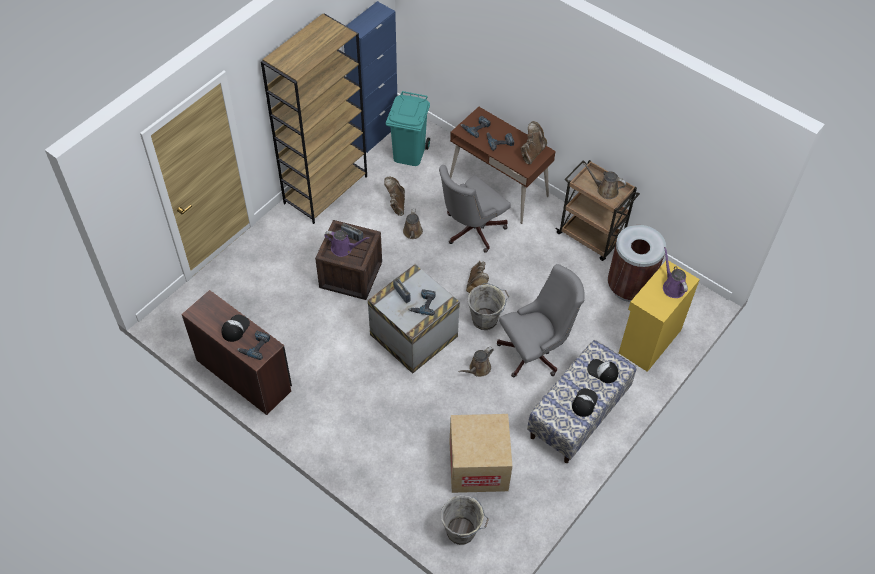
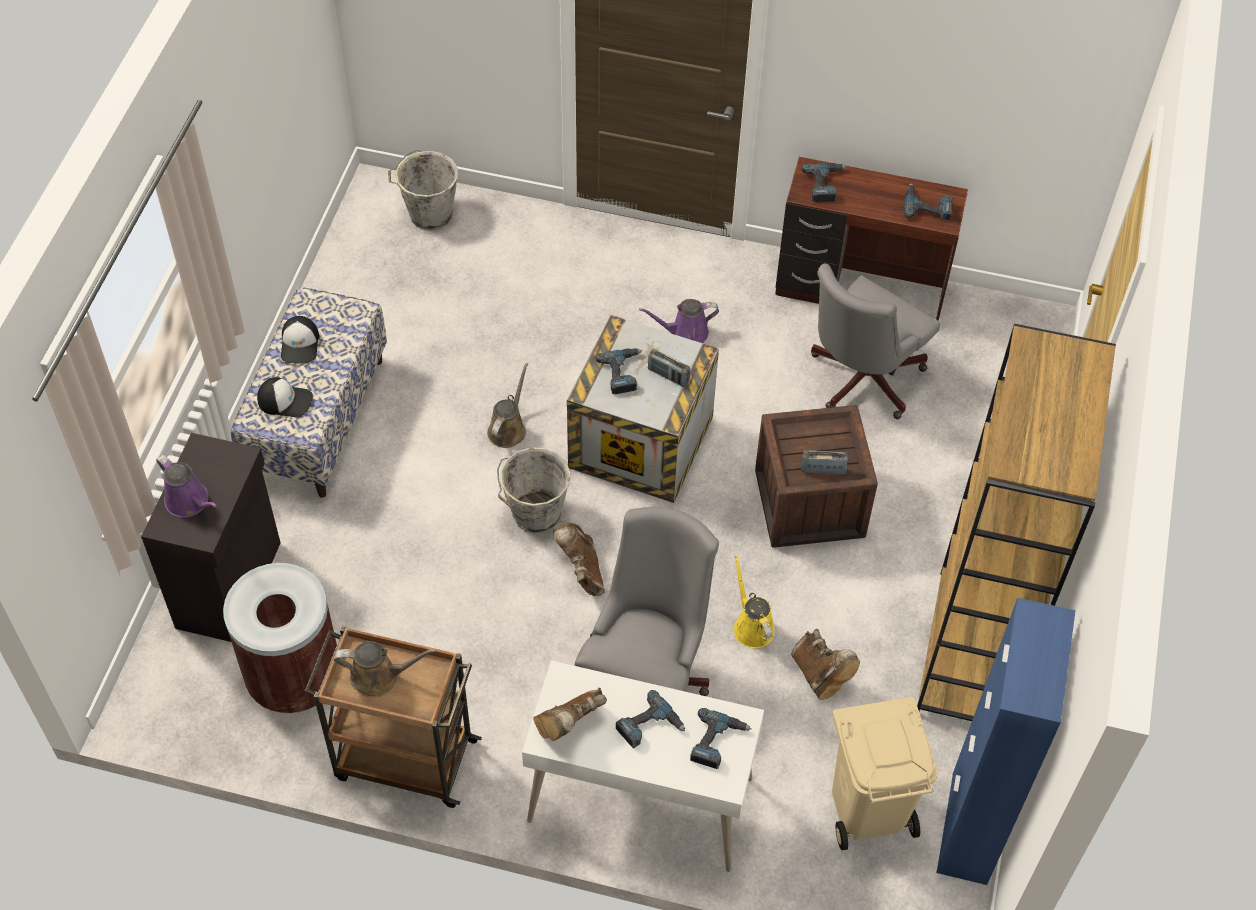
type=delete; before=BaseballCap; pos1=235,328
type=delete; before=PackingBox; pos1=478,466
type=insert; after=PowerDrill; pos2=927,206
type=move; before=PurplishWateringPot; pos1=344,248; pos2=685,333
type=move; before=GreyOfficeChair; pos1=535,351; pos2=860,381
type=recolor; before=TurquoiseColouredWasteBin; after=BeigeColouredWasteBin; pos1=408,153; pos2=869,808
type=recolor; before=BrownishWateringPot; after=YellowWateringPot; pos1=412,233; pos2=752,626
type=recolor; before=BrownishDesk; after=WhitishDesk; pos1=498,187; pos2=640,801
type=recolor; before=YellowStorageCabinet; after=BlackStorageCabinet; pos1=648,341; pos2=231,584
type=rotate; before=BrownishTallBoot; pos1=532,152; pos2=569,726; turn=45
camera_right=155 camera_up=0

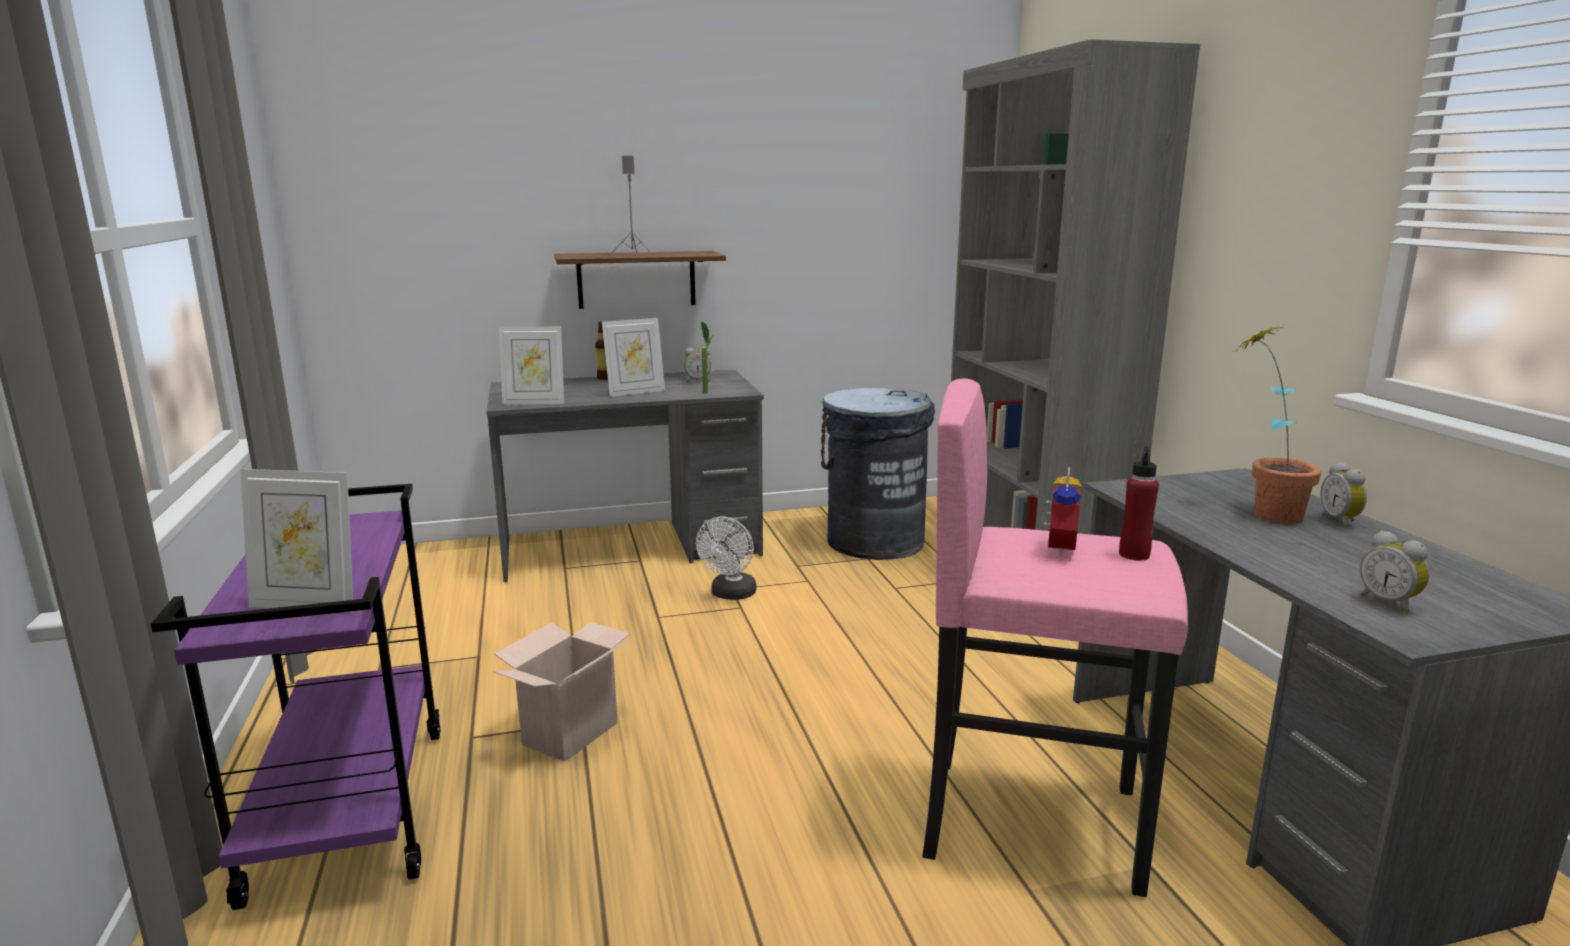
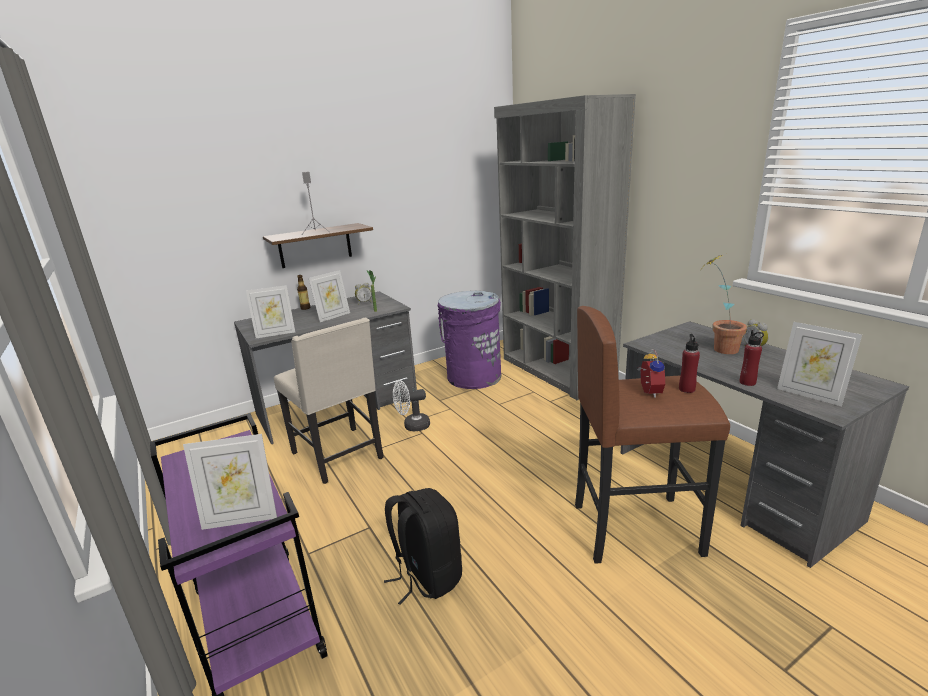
type=delete; before=PackingBox; pos1=570,731
type=insert; after=BeigeColouredPlainChair; pos2=340,456
type=insert; after=BlackBackpack; pos2=426,576
type=insert; after=RedBottle; pos2=747,382
type=replace; before=BedsideClock; after=StandingFrame; pos1=1389,603; pos2=810,395
type=recolor; before=GreyWasteBin; after=PurplishWasteBin; pos1=874,541; pos2=473,377
type=recolor; before=PinkColouredSittingStool; after=BrownishSittingStool; pos1=1031,821; pos2=635,528
type=rotate; before=WhitishCoolingFan; pos1=731,595; pos2=412,426; turn=75
camera_right=-15 camera_up=5

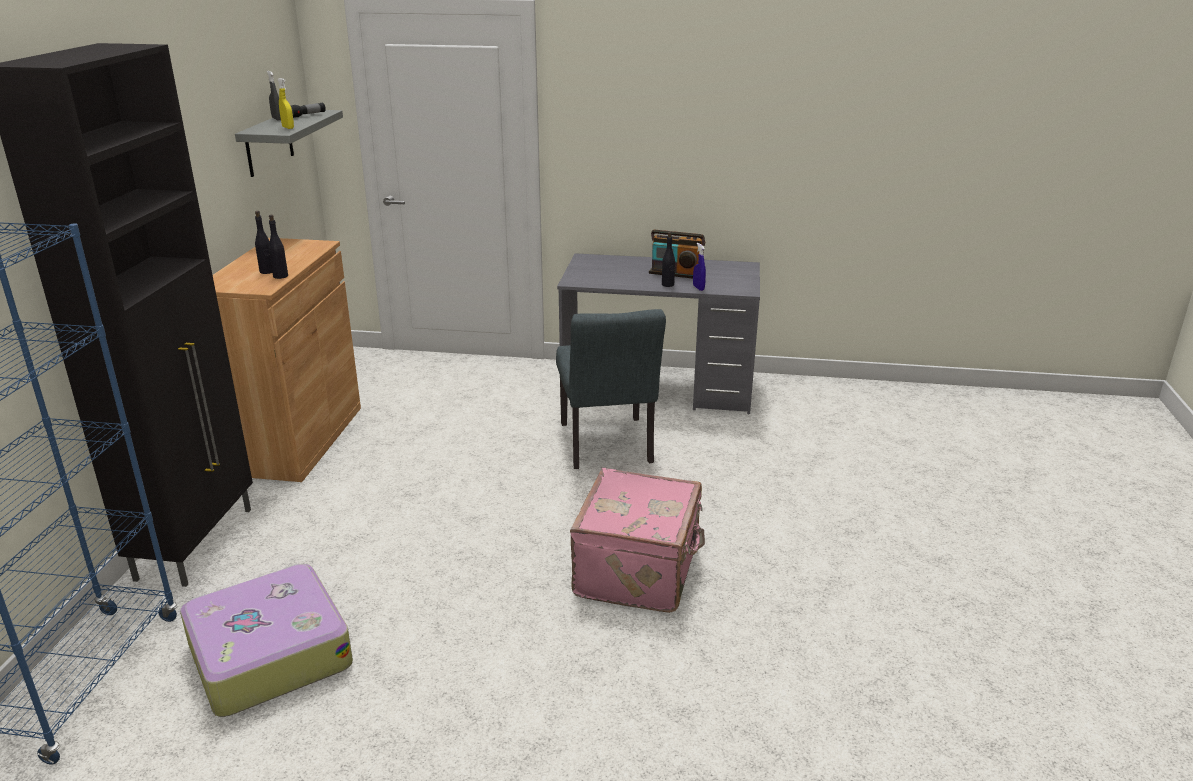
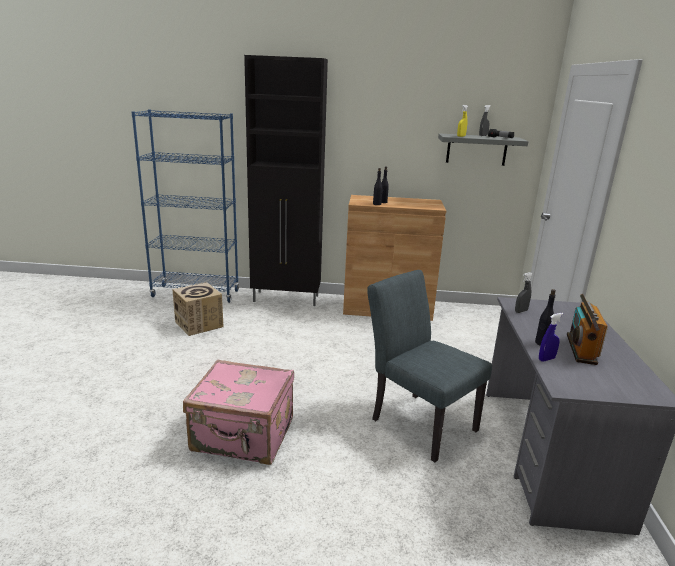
type=insert; after=GreySprayBottle; pos2=521,311
type=replace; before=Suitcase; after=PackingBox; pos1=268,654; pos2=199,324
type=rotate; before=GreyPlainChair; pos1=607,447; pos2=417,421; turn=60
camera_right=85 camera_up=-5

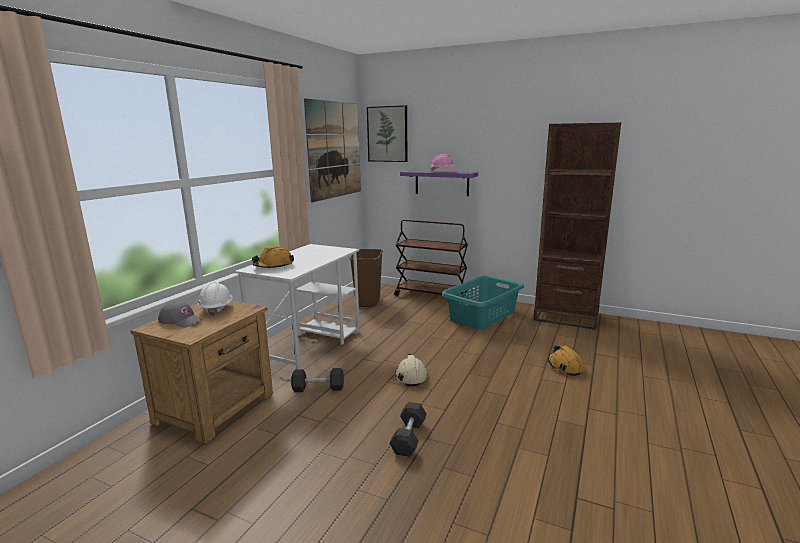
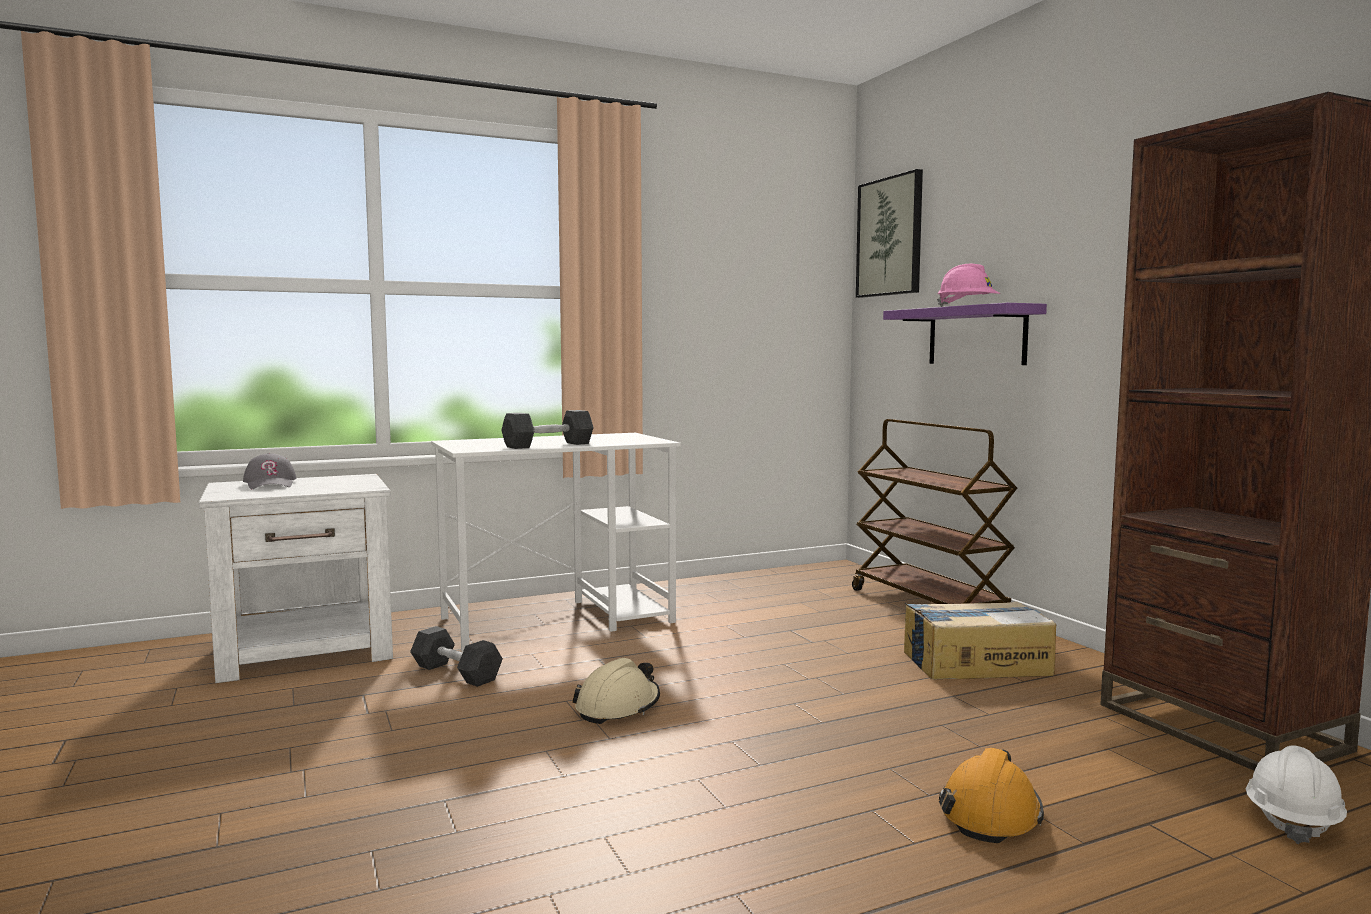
type=delete; before=OrangeColouredWorkHelmet; pos1=274,266
type=delete; before=WallArt; pos1=334,150
type=delete; before=BrownishWasteBin; pos1=367,302
type=move; before=WhitishWorkHelmet; pos1=216,309; pos2=1292,820
type=move; before=GreyHandWeight; pos1=408,437; pos2=548,445
type=replace; before=TurquoiseColouredLaundryBasket; after=PackingBox; pos1=481,316; pos2=974,663
type=recolor; before=BrownishNightTable; after=WhitishNightTable; pos1=217,407; pos2=308,651
camera_right=40 camera_up=-10

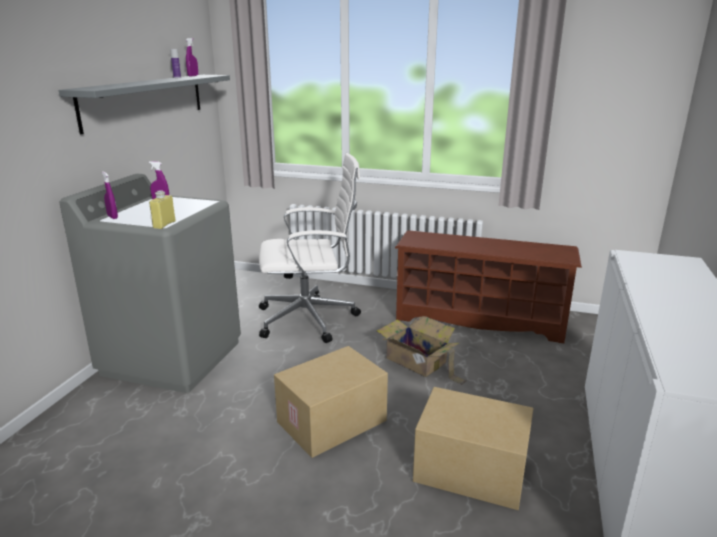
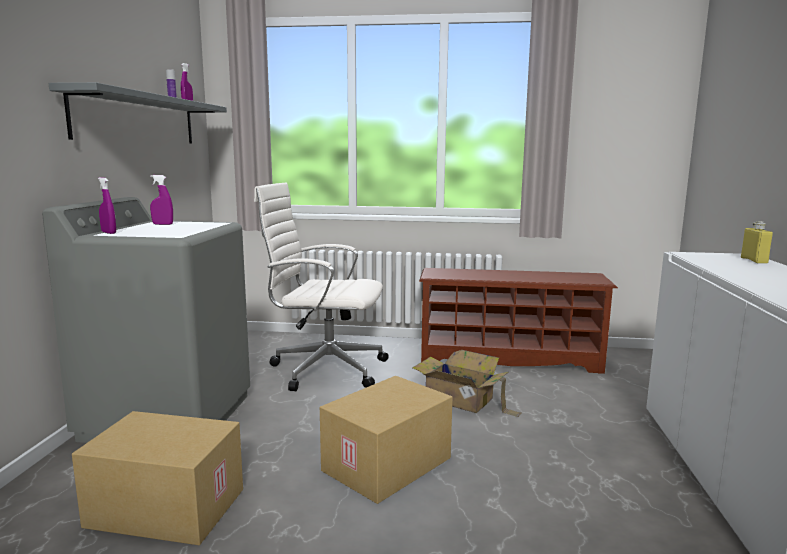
type=move; before=YellowBottle; pos1=164,225; pos2=754,260
type=move; before=PackingBox; pos1=469,471; pos2=164,509
type=rotate; before=WhitishOfficeChair; pos1=310,319; pos2=325,369; turn=-150
camera_right=-10 camera_up=-10

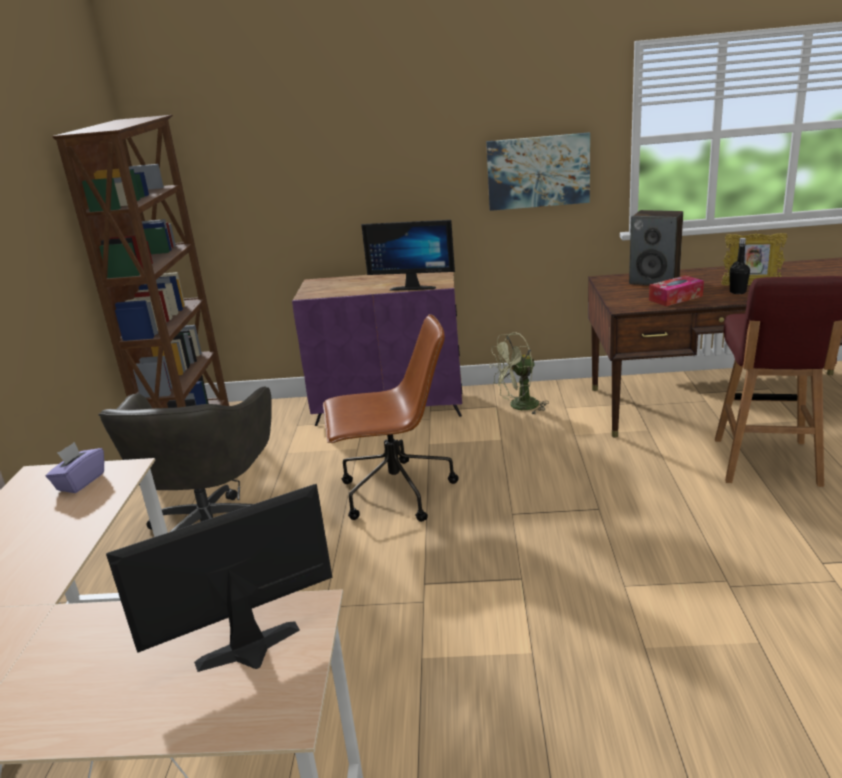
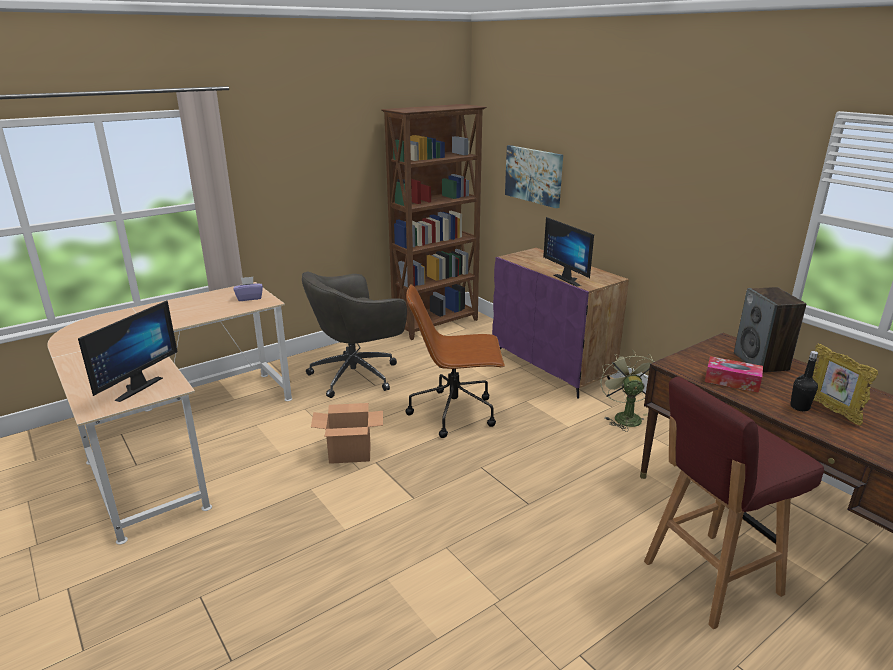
type=insert; after=PackingBox; pos2=350,453
type=move; before=WallArt; pos1=538,171; pos2=534,175
type=rotate; before=Monitor; pos1=251,653; pos2=134,387; turn=90
type=rotate; before=BrownishOfficeChair; pos1=394,493; pos2=455,412; turn=135
type=rotate; before=GreenCoolingFan; pos1=519,407; pos2=625,416; turn=60
camera_right=50 camera_up=0

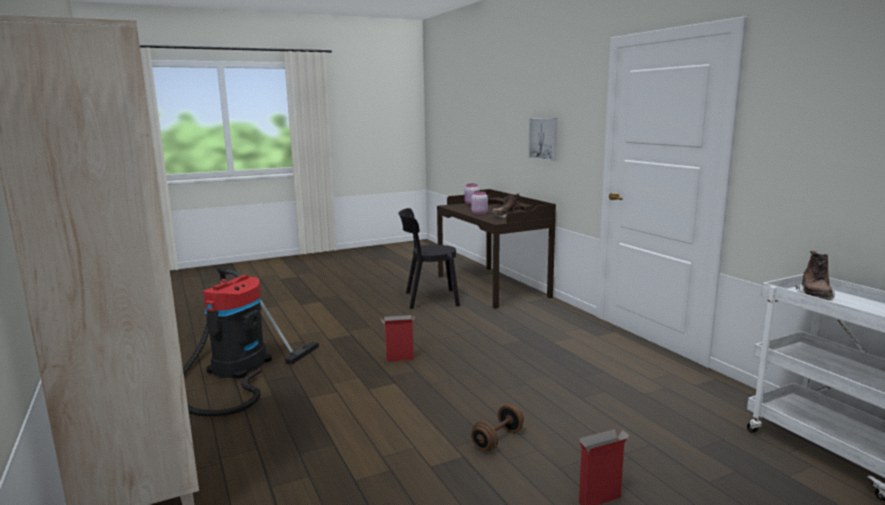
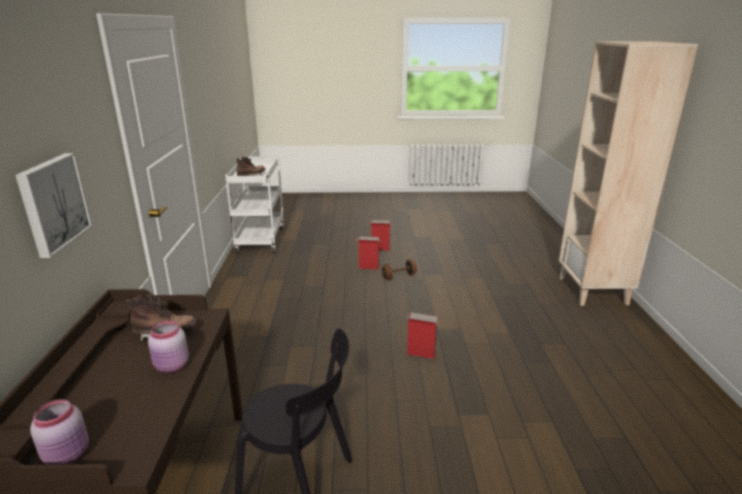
type=delete; before=Hoover; pos1=236,369
type=insert; after=PackingBox; pos2=368,268
camera_right=-155 camera_up=10

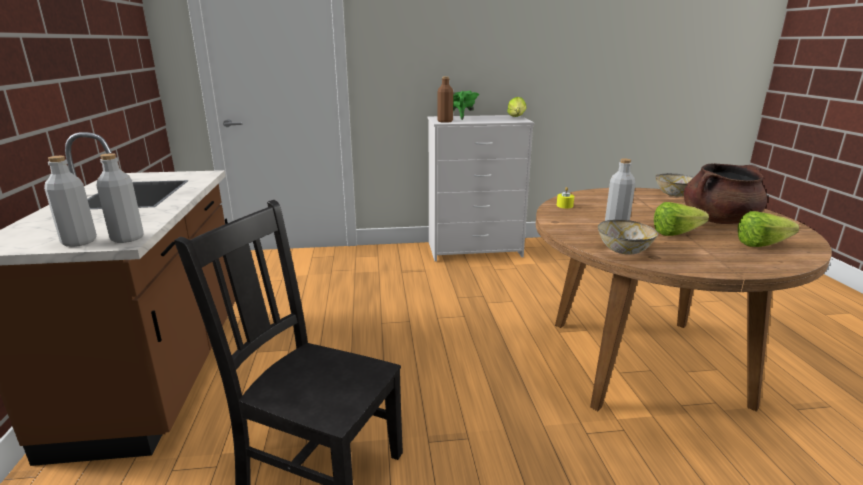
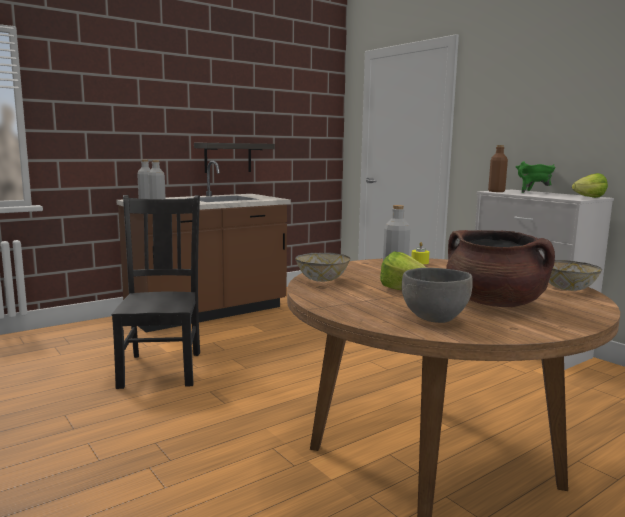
type=insert; after=BracketShelf; pos2=228,157
type=replace; before=LettuceHead; after=GreyDeepDish; pos1=766,245; pos2=434,318
camera_right=60 camera_up=-10

